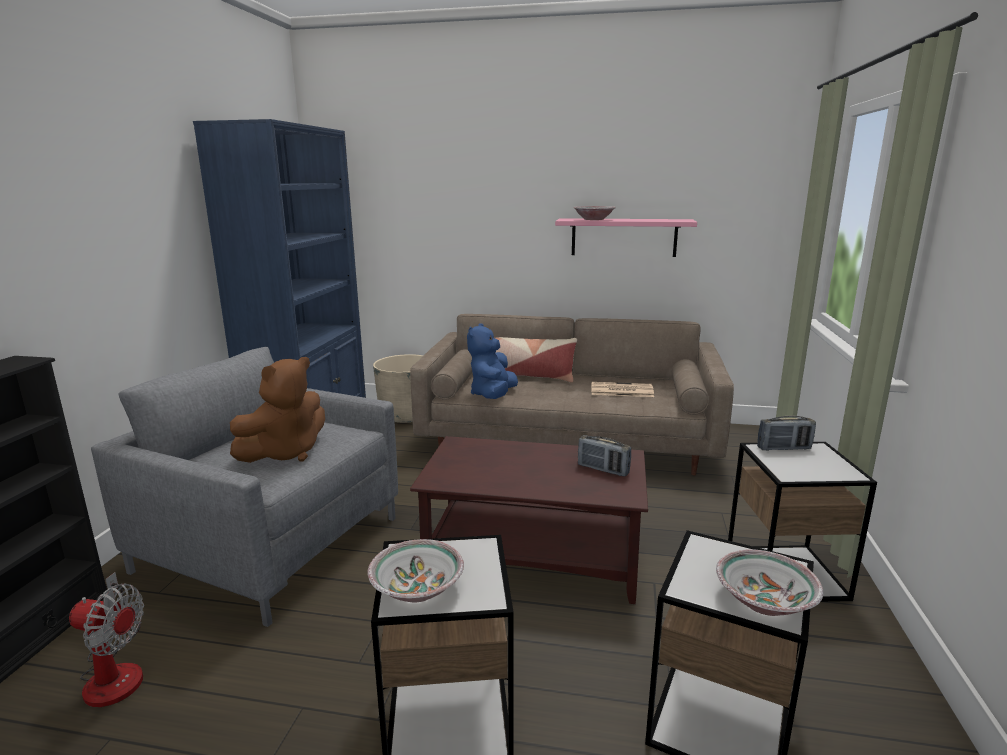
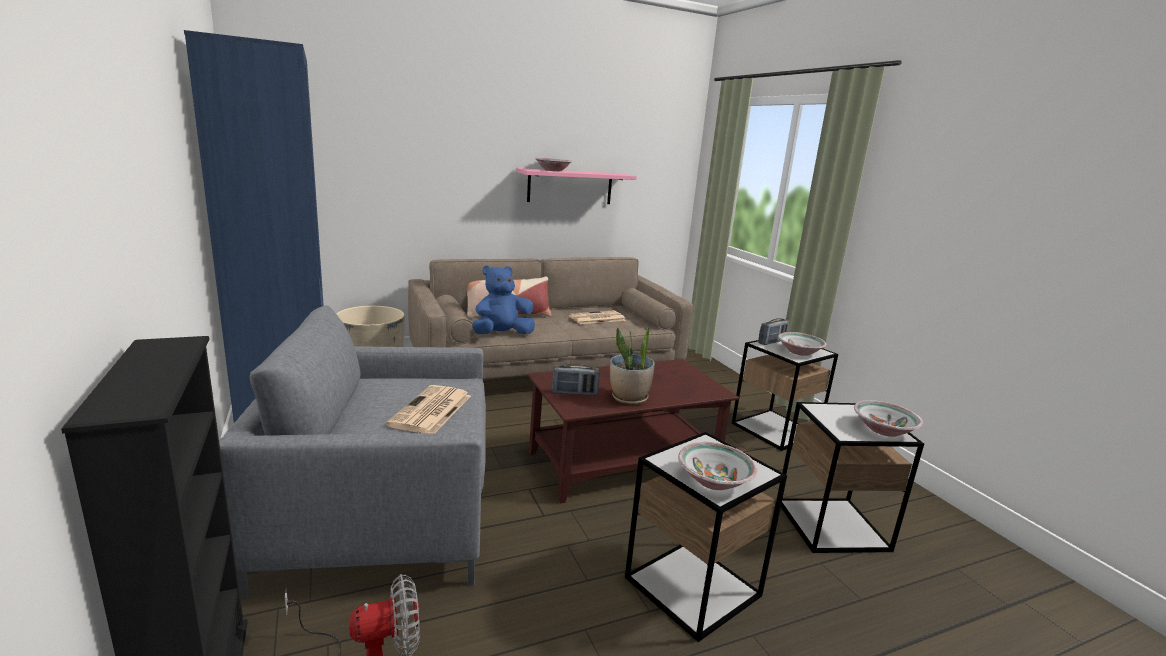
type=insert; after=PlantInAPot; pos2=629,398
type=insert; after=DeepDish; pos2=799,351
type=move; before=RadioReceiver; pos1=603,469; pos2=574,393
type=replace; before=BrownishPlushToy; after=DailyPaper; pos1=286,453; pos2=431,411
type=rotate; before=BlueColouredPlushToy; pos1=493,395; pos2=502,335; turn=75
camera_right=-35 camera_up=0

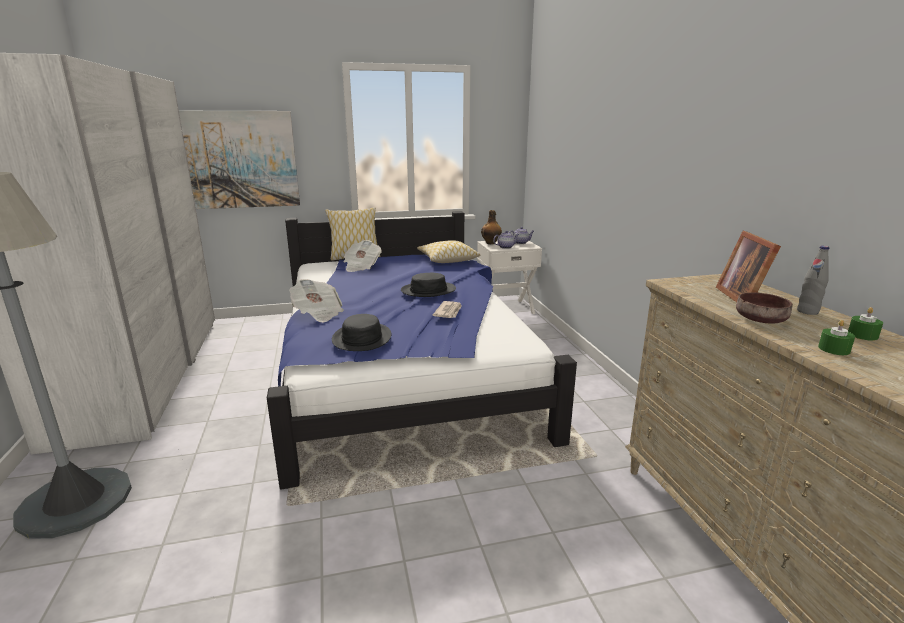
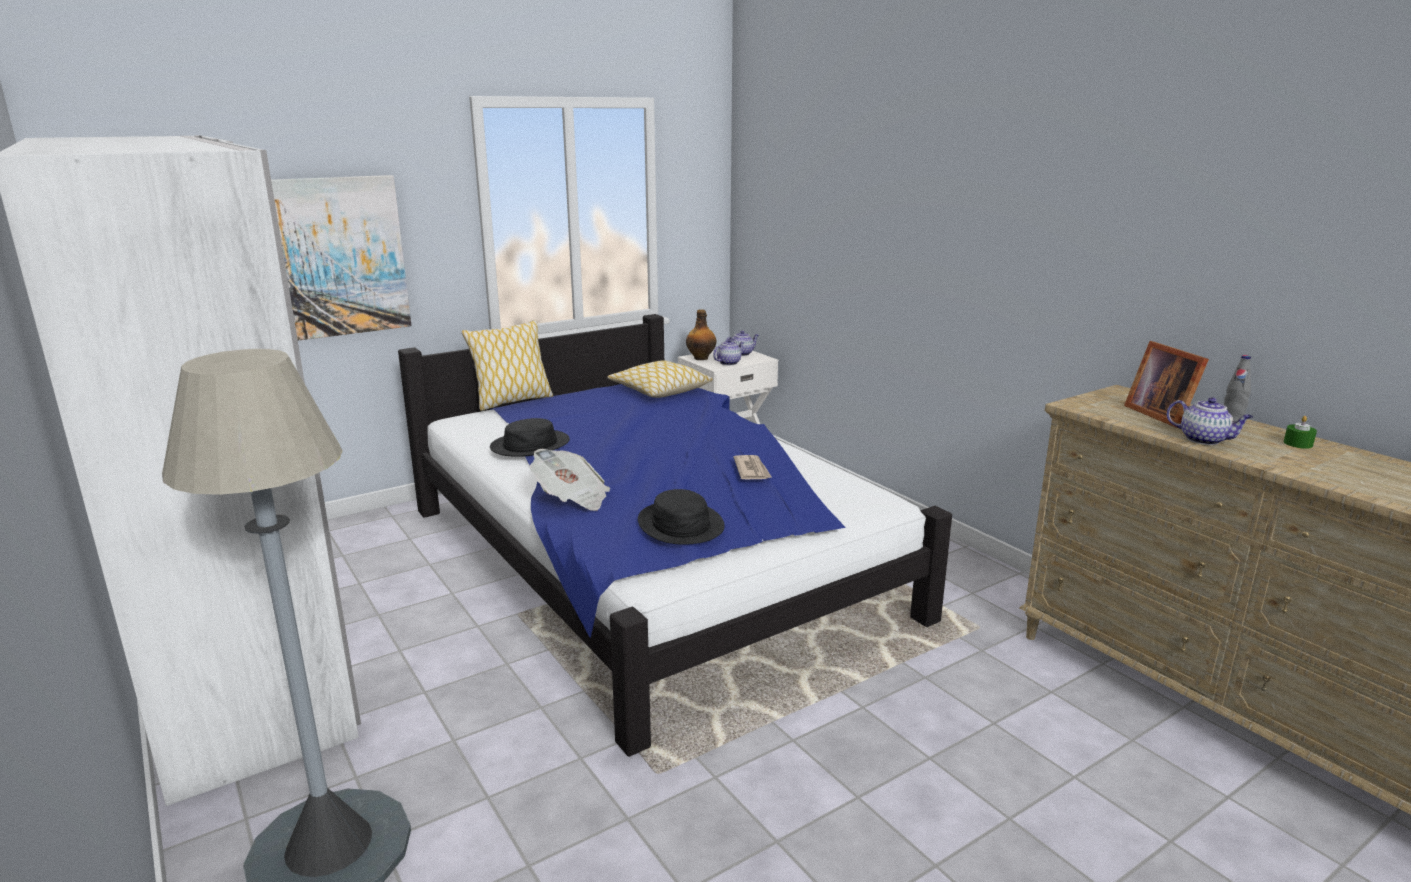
type=delete; before=DailyPaper; pos1=361,267
type=delete; before=GreenWaxLight; pos1=834,349
type=move; before=BlackHat; pos1=428,290; pos2=530,445
type=replace; before=BrownishDeepDish; after=TeaPot; pos1=761,320; pos2=1204,440
camera_right=-20 camera_up=0

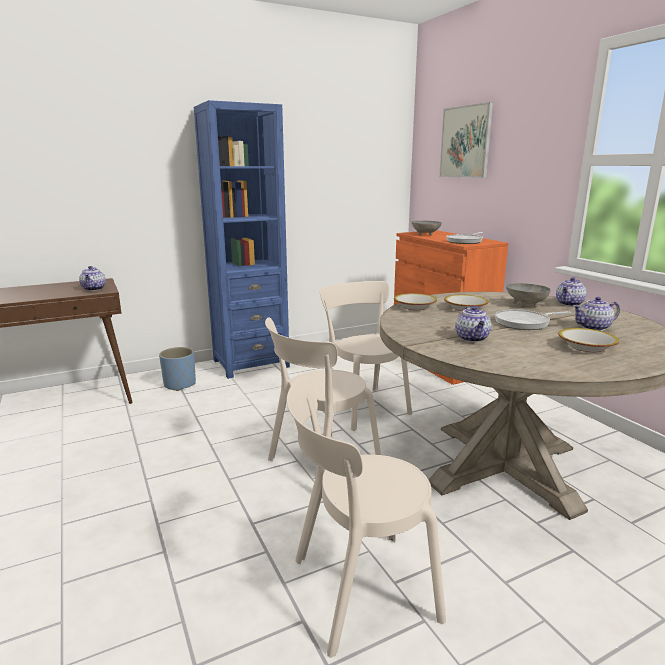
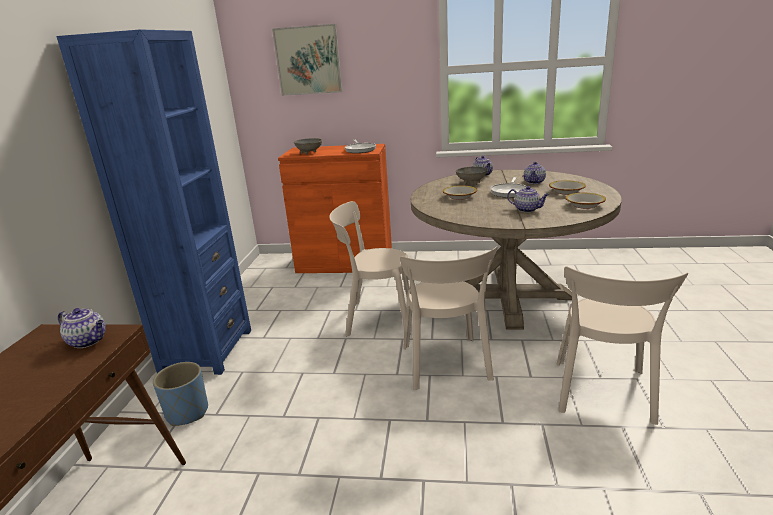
type=move; before=DeepDish; pos1=414,307; pos2=584,205
camera_right=-55 camera_up=5

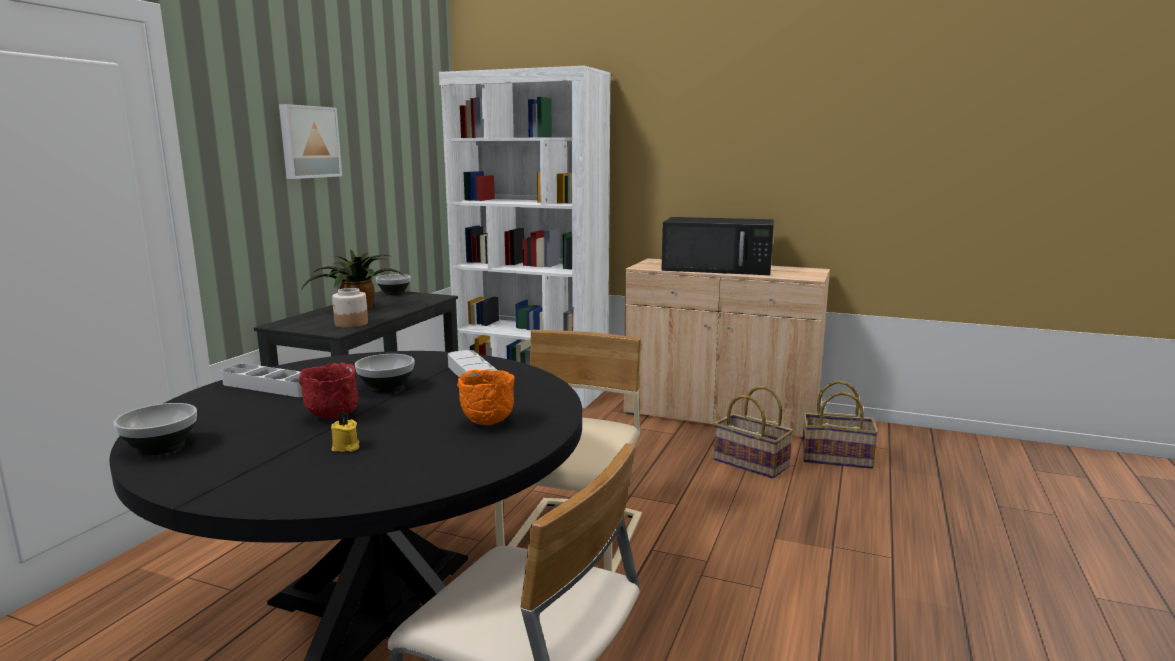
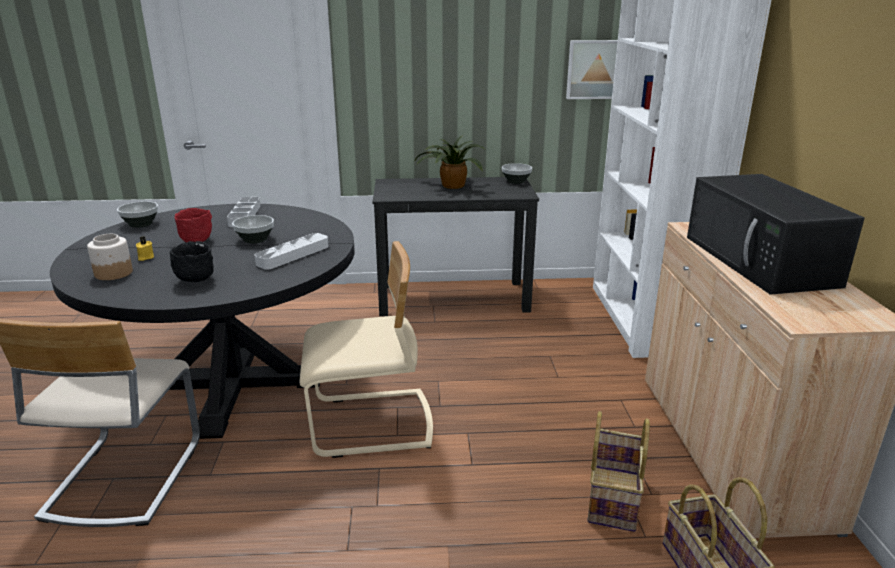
type=move; before=WallArt; pos1=308,142; pos2=595,69
type=move; before=Jar; pos1=351,324; pos2=113,273
type=recolor; before=OrangeColouredDeepDish; after=BlackDeepDish; pos1=486,423; pos2=195,280
camera_right=65 camera_up=10

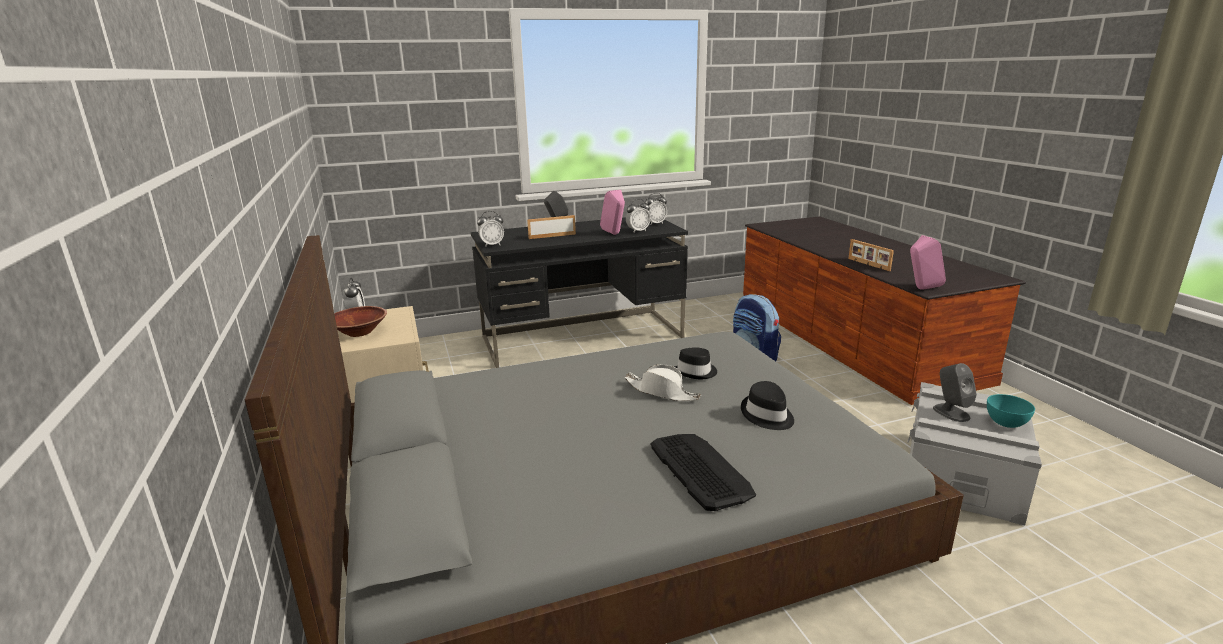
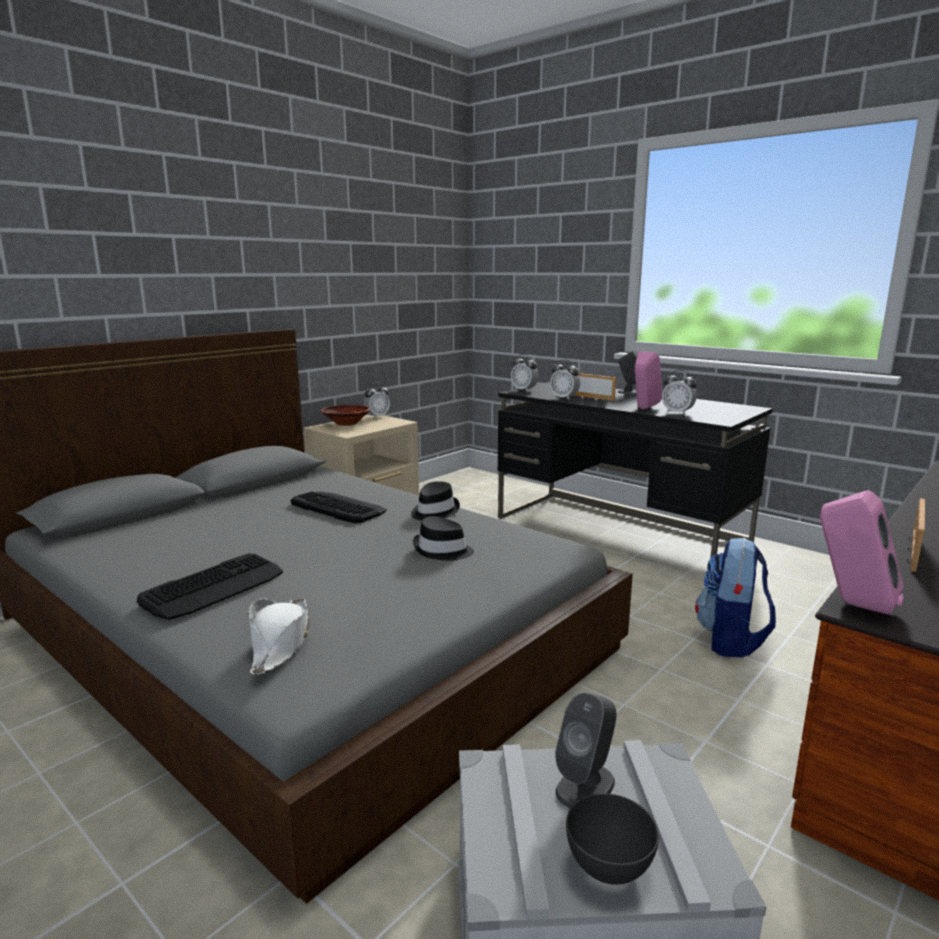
type=insert; after=Keyboard; pos2=337,507
type=move; before=WhitishHat; pos1=662,392; pos2=280,643
type=move; before=BedsideClock; pos1=655,223; pos2=564,398
type=move; before=BlackHat; pos1=767,415; pos2=434,511
type=recolor; before=TurquoiseColouredDeepDish; after=GreyDeepDish; pos1=1006,423; pos2=608,866
camera_right=60 camera_up=-5

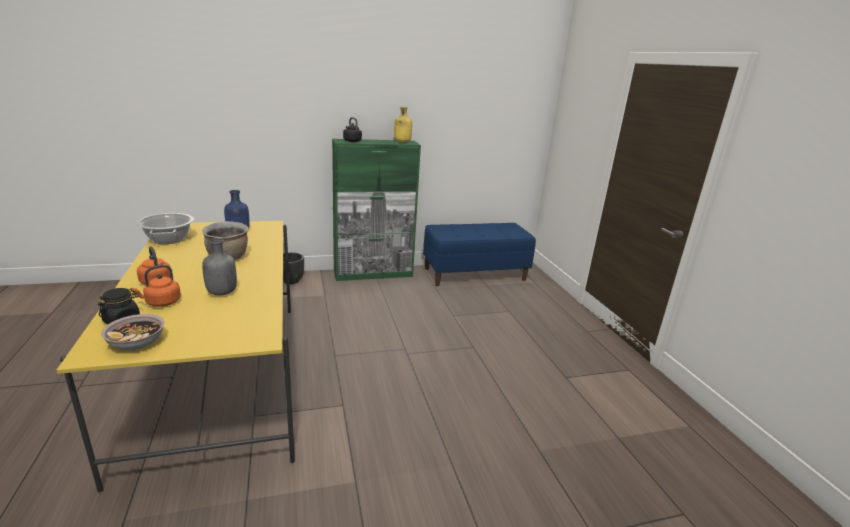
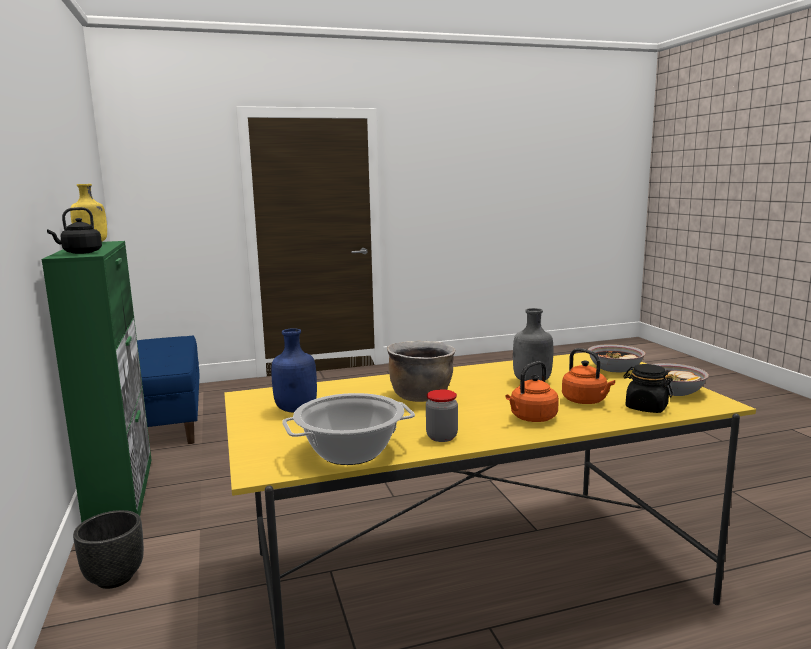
type=insert; after=Jar; pos2=441,437
type=insert; after=DeepDish; pos2=615,369
camera_right=-90 camera_up=-10

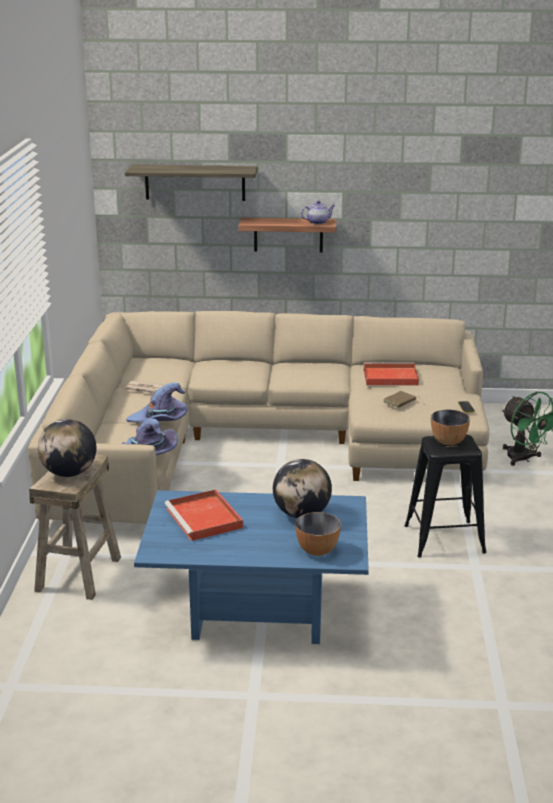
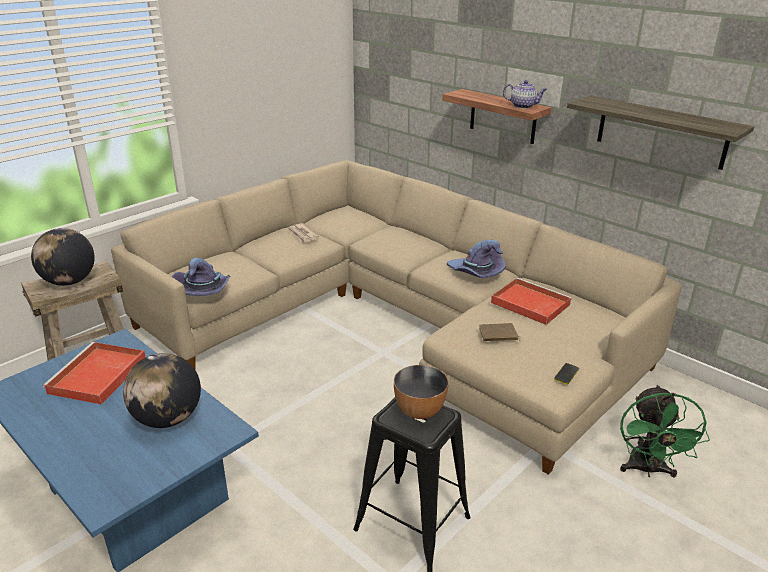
type=delete; before=DeepDish; pos1=317,550
type=move; before=BracketShelf; pos1=195,182; pos2=661,132
type=move; before=PurplishHat; pos1=160,420; pos2=476,273
camera_right=40 camera_up=5

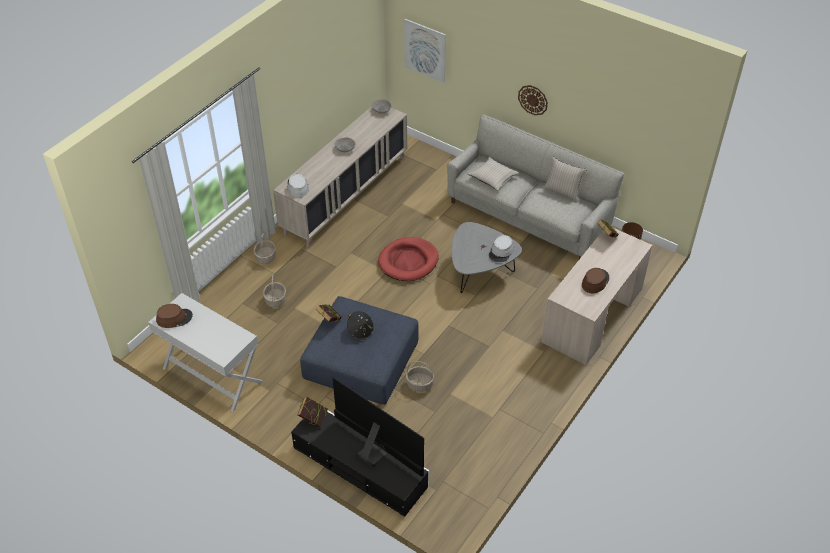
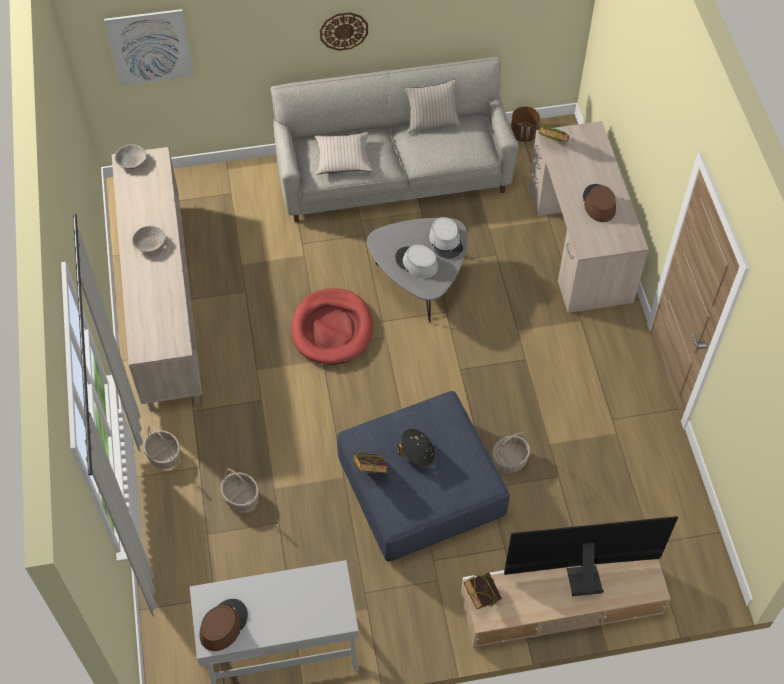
type=move; before=GreyHat; pos1=297,187; pos2=416,263
type=recolor; before=BlackTvStand; after=BeigeColouredTvStand; pos1=360,467; pos2=561,604
camera_right=-45 camera_up=10

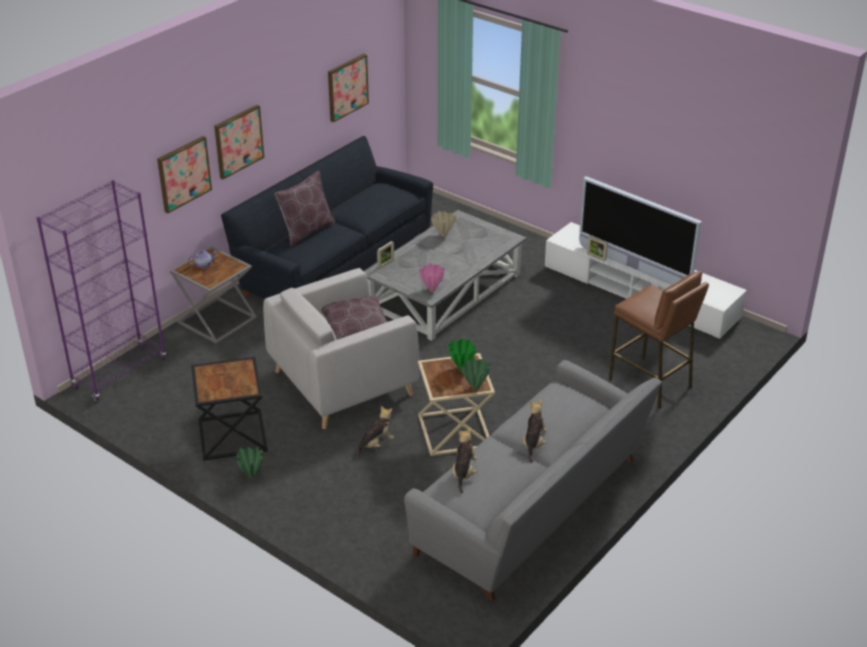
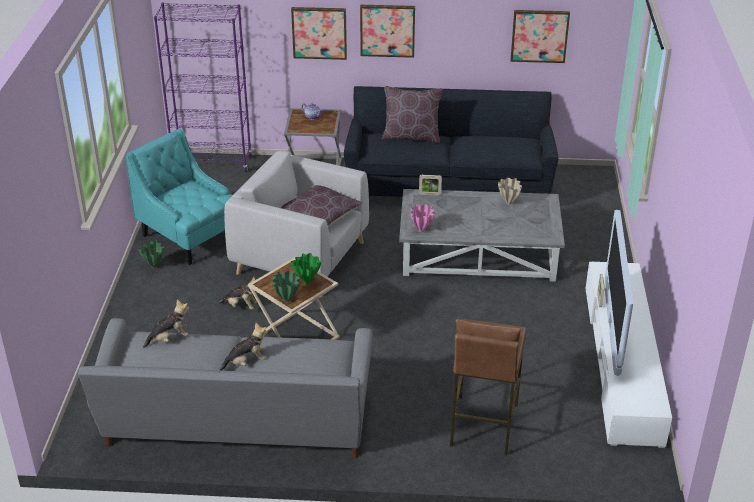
type=replace; before=BlackSideTable; after=TurquoiseColouredArmchair; pos1=231,435; pos2=190,237
camera_right=55 camera_up=0

